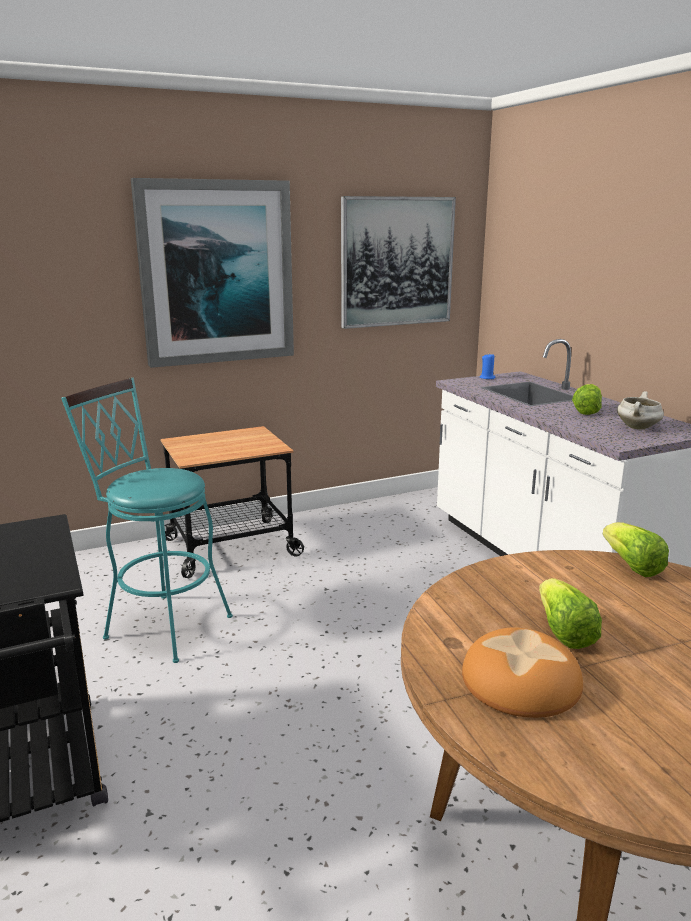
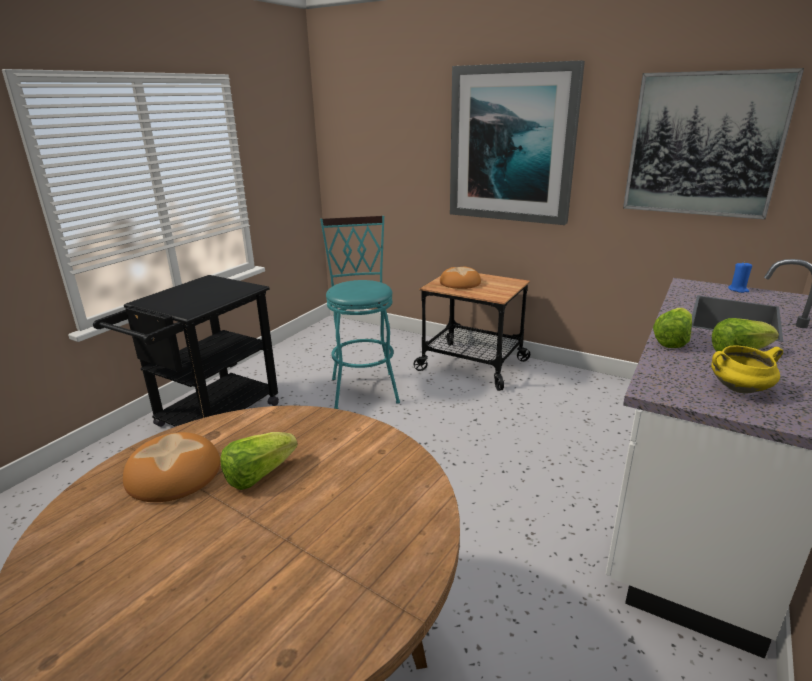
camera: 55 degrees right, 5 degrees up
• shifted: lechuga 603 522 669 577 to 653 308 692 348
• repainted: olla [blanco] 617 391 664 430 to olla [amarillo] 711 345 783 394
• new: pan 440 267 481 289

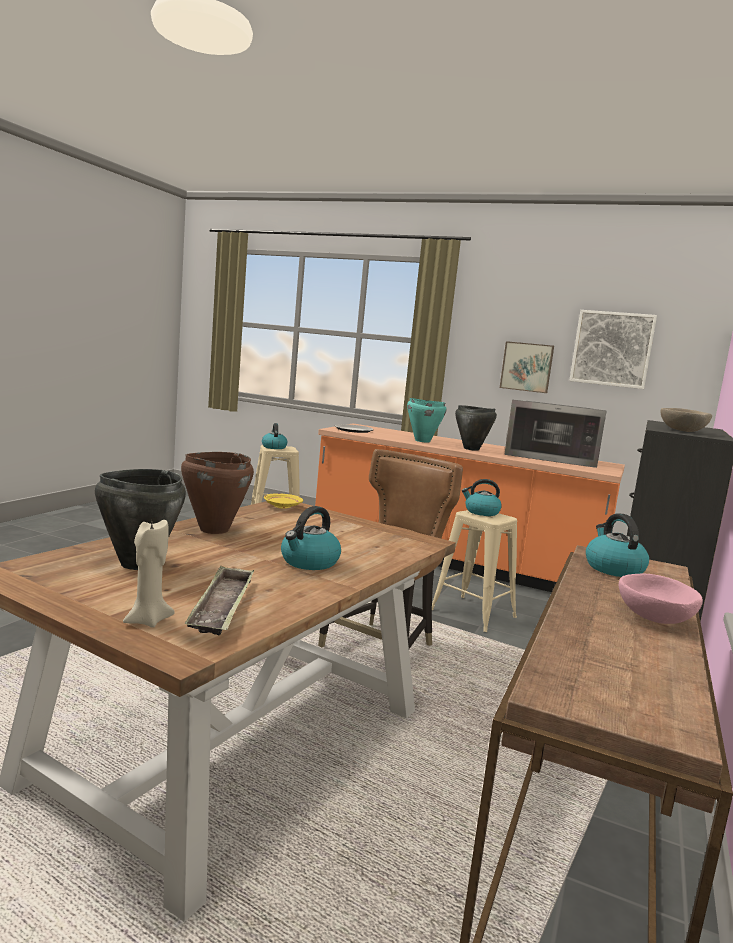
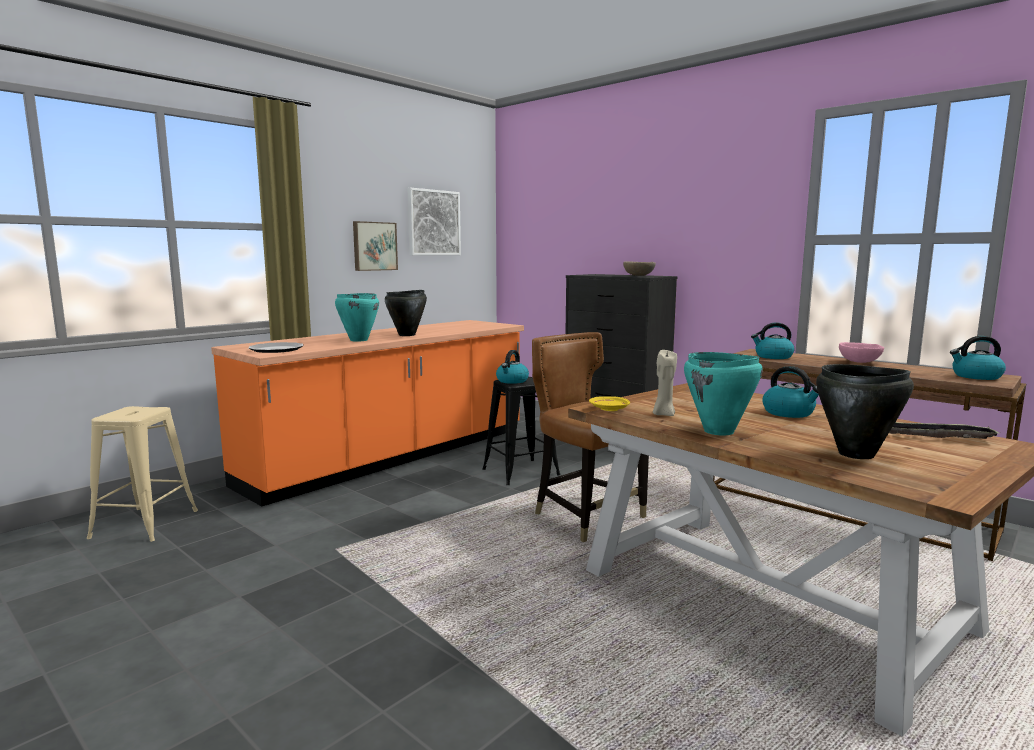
camera: 70 degrees left, 0 degrees up
• shifted: vela [beis] 123 520 175 628 to 653 350 677 416
• repainted: olla [marrón] 181 452 254 534 to olla [turquesa] 684 352 763 436
• shifted: hervidor 262 423 287 449 to 950 336 1006 380
• repainted: taburete [beis] 432 510 517 632 to taburete [negro] 482 377 561 485
• gone: microondas 504 399 607 468

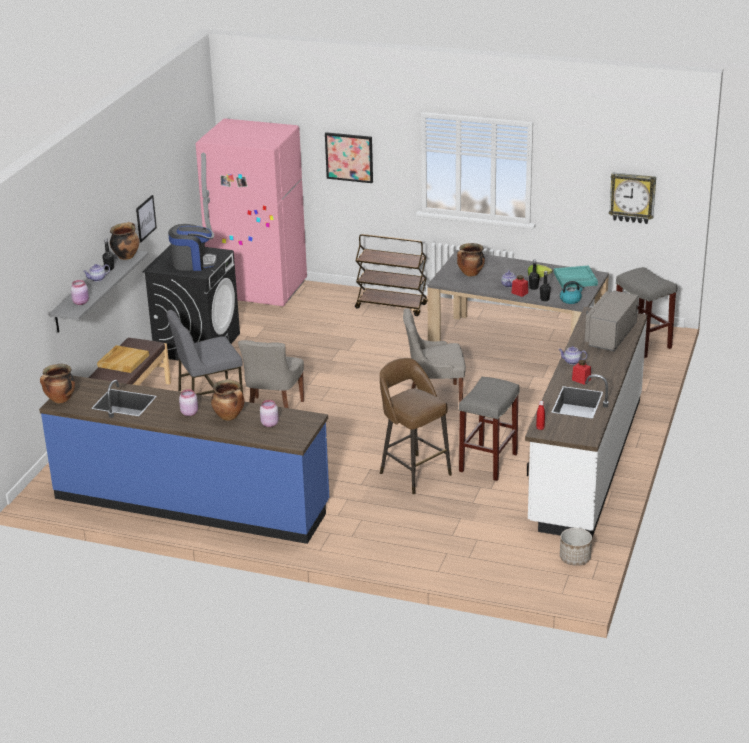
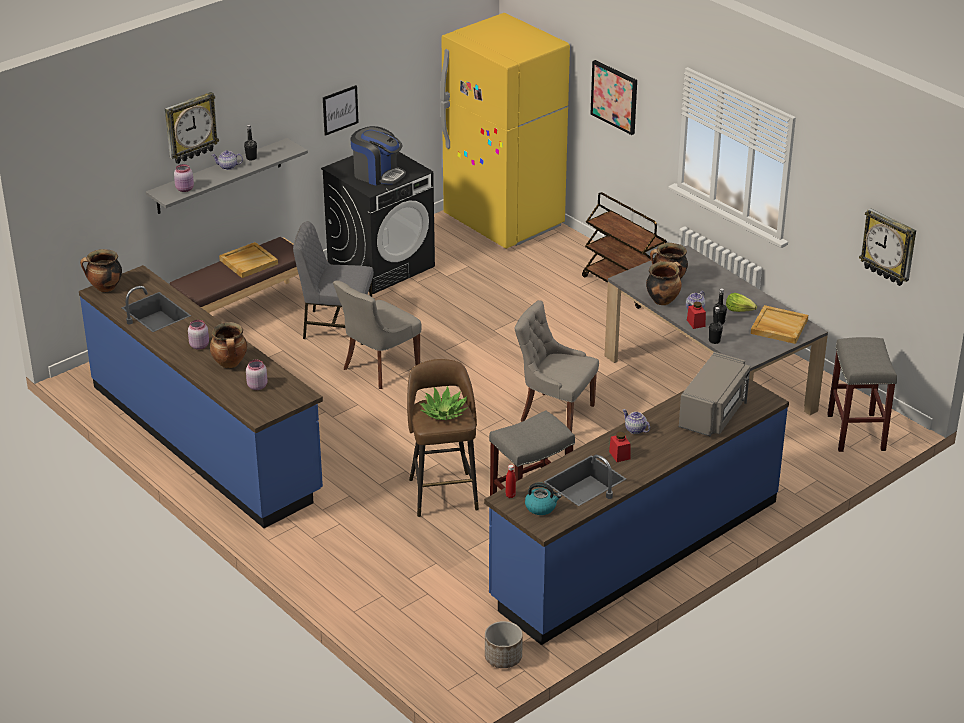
camera: 30 degrees right, 5 degrees up
• shifted: olla 110 222 139 260 to 646 261 683 305
• repainted: nevera [rosa] 196 119 307 306 to nevera [amarillo] 440 13 570 249
• repainted: mueble bajo de cocina [blanco] 525 307 647 538 to mueble bajo de cocina [azul] 484 379 789 645
• repainted: bandeja [turquesa] 554 265 598 288 to bandeja [beis] 751 305 808 344
• shifted: hervidor 560 281 584 304 to 525 482 561 515
• rotated: microondas [gris] 585 290 638 351 = 679 352 750 436 150 degrees clockwise
• new: reloj de pared 165 92 219 164
• new: planta en maceta 419 386 468 420

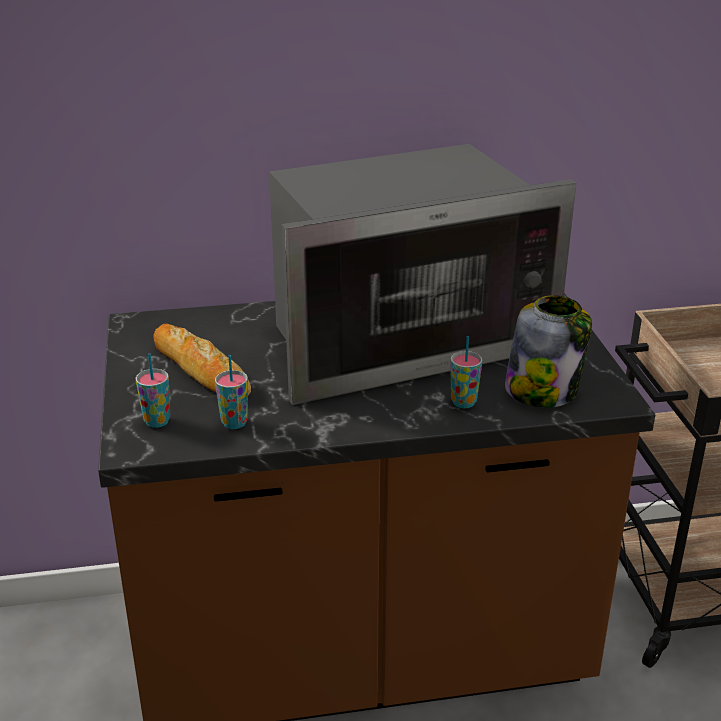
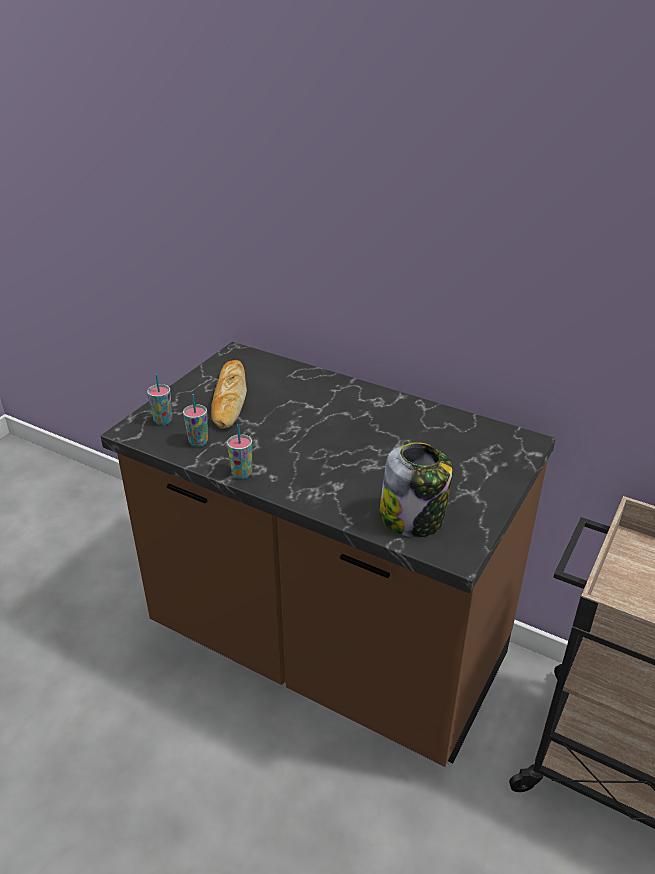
camera: 40 degrees right, 5 degrees up
• gone: microondas 269 144 576 405
• shifted: taza 450 336 482 408 to 227 424 252 479

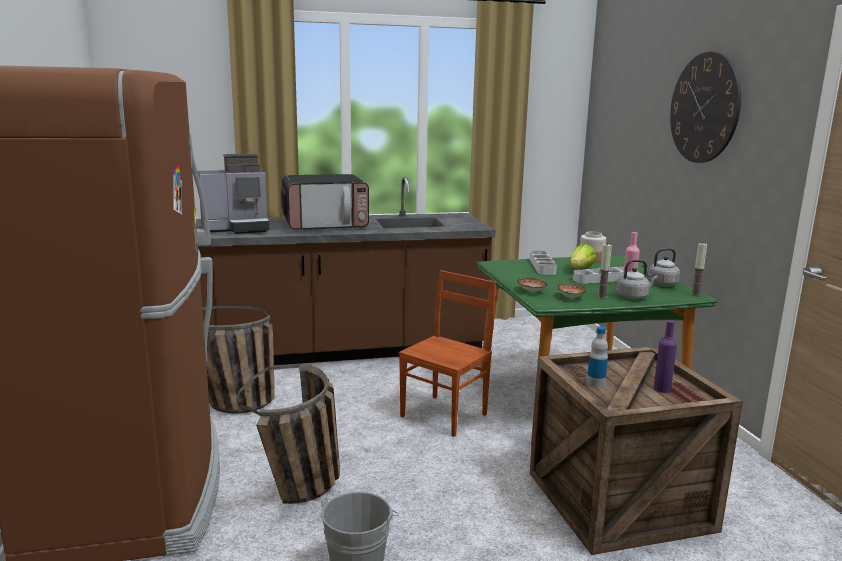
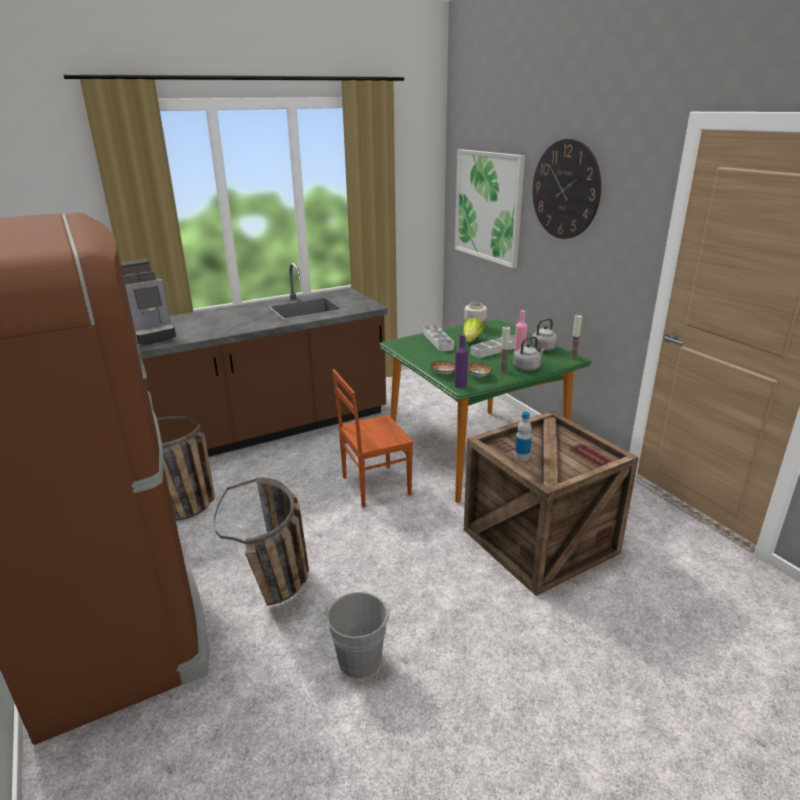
camera: 15 degrees left, 10 degrees up
• gone: microondas 281 174 369 230
• rotated: silla [marrón] 399 270 496 437 = 332 369 413 508 135 degrees counterclockwise
• shifted: botella [morado] 654 320 677 393 to 454 334 468 388
• new: cuadro 455 149 525 268

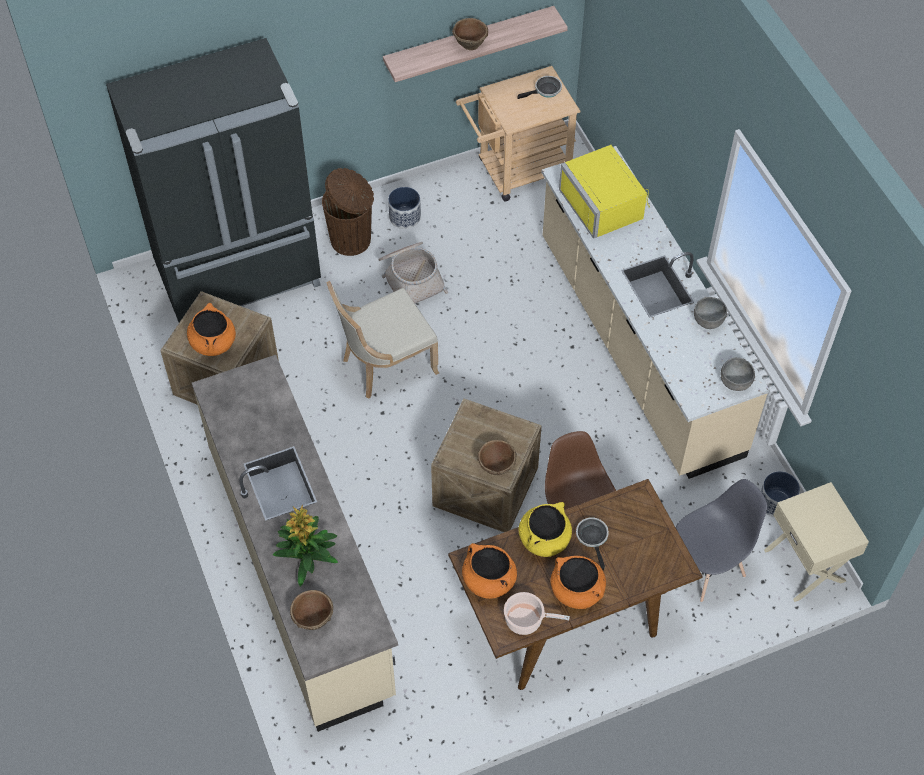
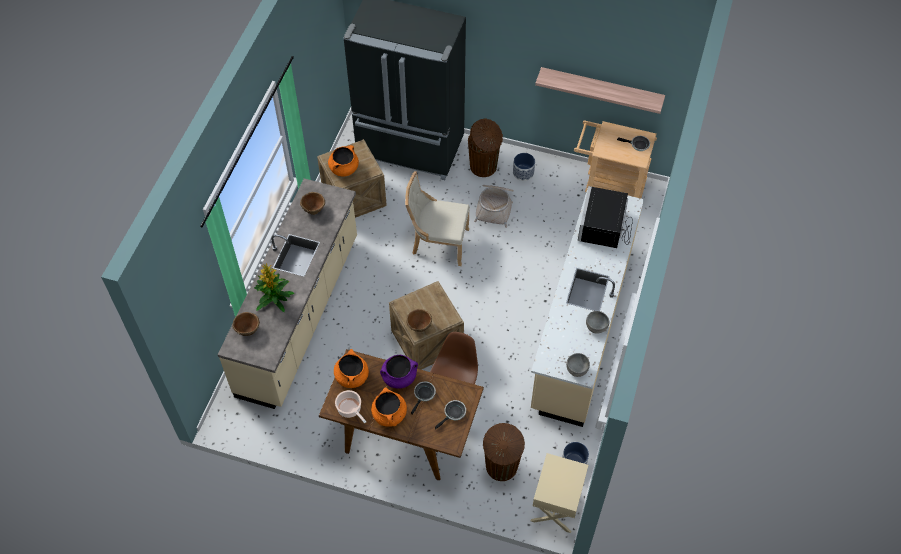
camera: 40 degrees right, 0 degrees up
• shifted: cuenco [marrón] 452 18 488 50 to 300 192 325 215
• repainted: olla [amarillo] 519 502 572 557 to olla [morado] 380 355 418 389
• repainted: microondas [amarillo] 559 145 650 239 to microondas [negro] 578 186 633 248
• swapped: silla [gris] 676 479 767 602 to papelera [marrón] 483 423 525 481
• new: sartén 435 400 466 430

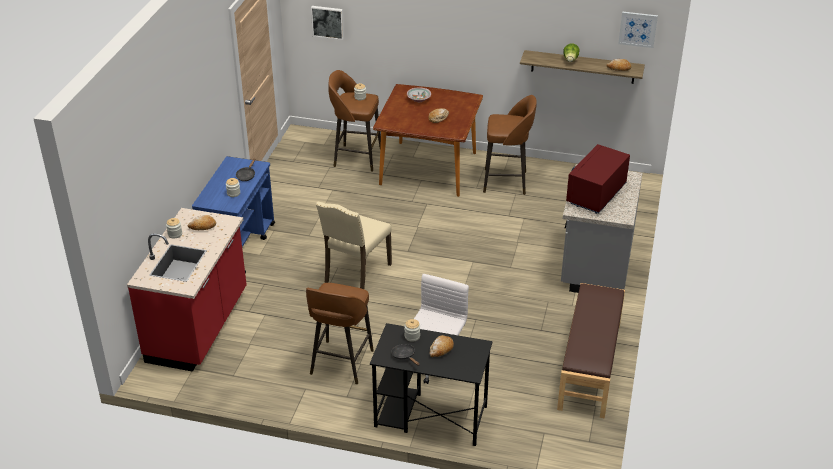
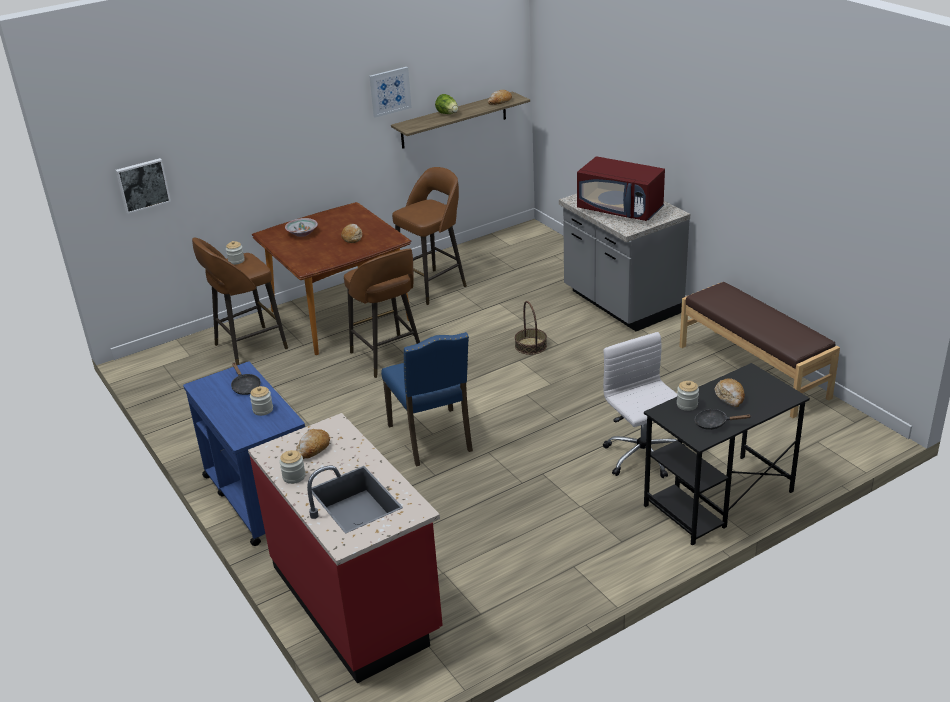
camera: 45 degrees left, 5 degrees down
• shifted: taburete [marrón] 306 283 374 384 to 344 249 420 378
• repainted: silla [beis] 316 201 392 289 to silla [azul] 381 332 473 467
• rotated: microondas [rojo] 566 144 630 214 = 577 156 665 221 45 degrees counterclockwise
• shifted: cuadro 618 11 658 48 to 369 67 412 118
• new: cesta 515 301 547 355

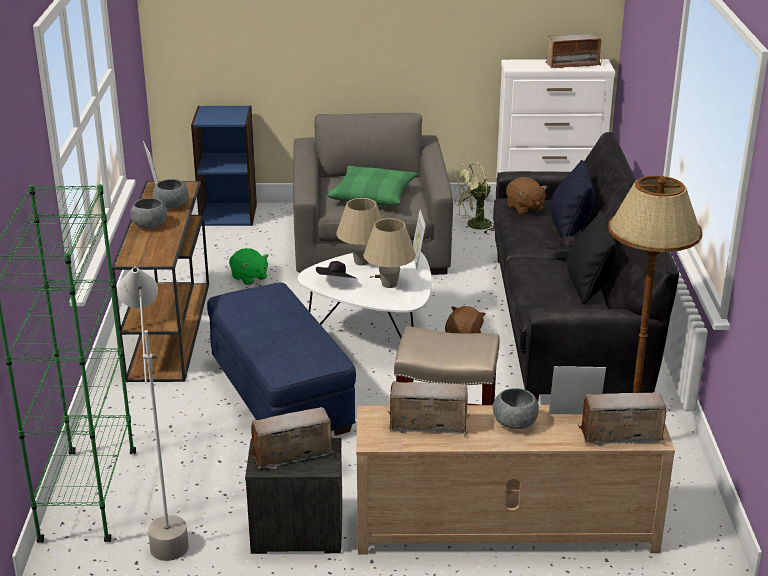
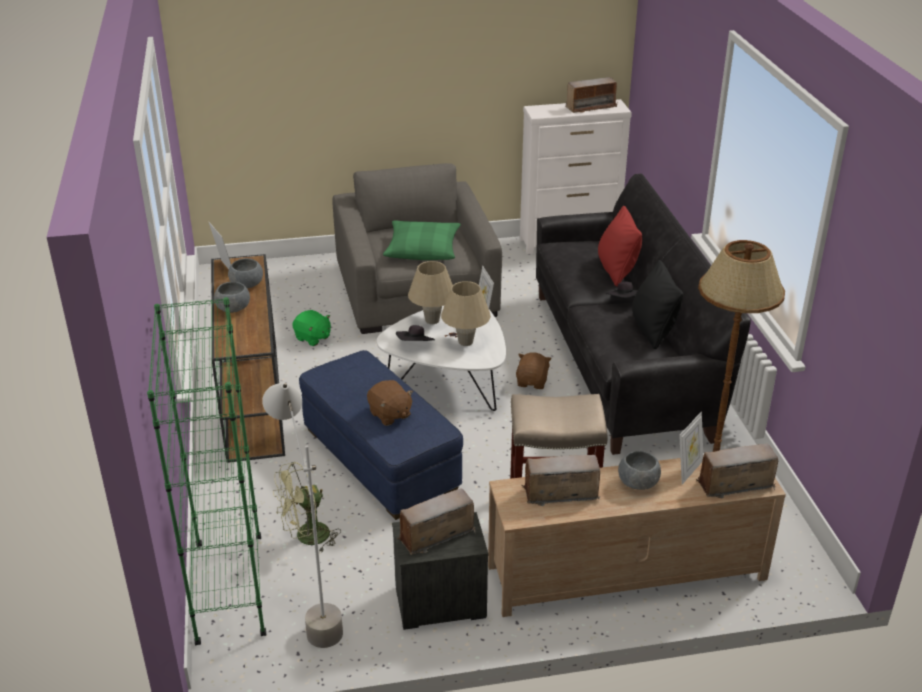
camera: 10 degrees left, 5 degrees up
• gone: estantería [azul] 191 106 257 226
• shifted: ventilador [verde] 453 162 495 233 to 273 462 341 553
• shifted: peluche [marrón] 506 177 547 215 to 367 380 413 426
• rotated: portarretratos 549 366 606 415 = 679 412 703 484 135 degrees clockwise
• repainted: cojín [negro] 550 160 595 238 to cojín [rojo] 598 206 642 286

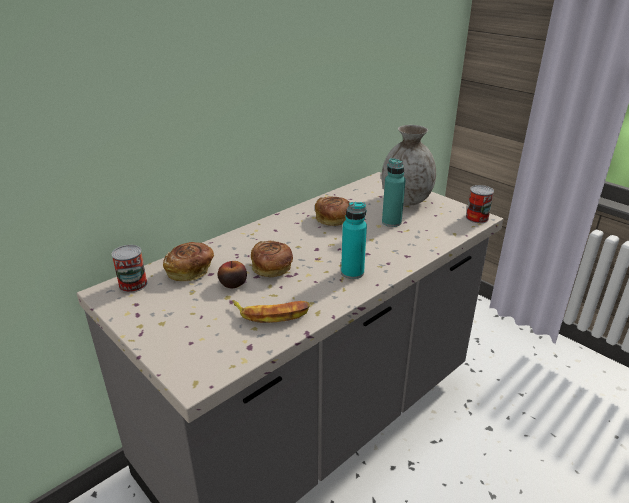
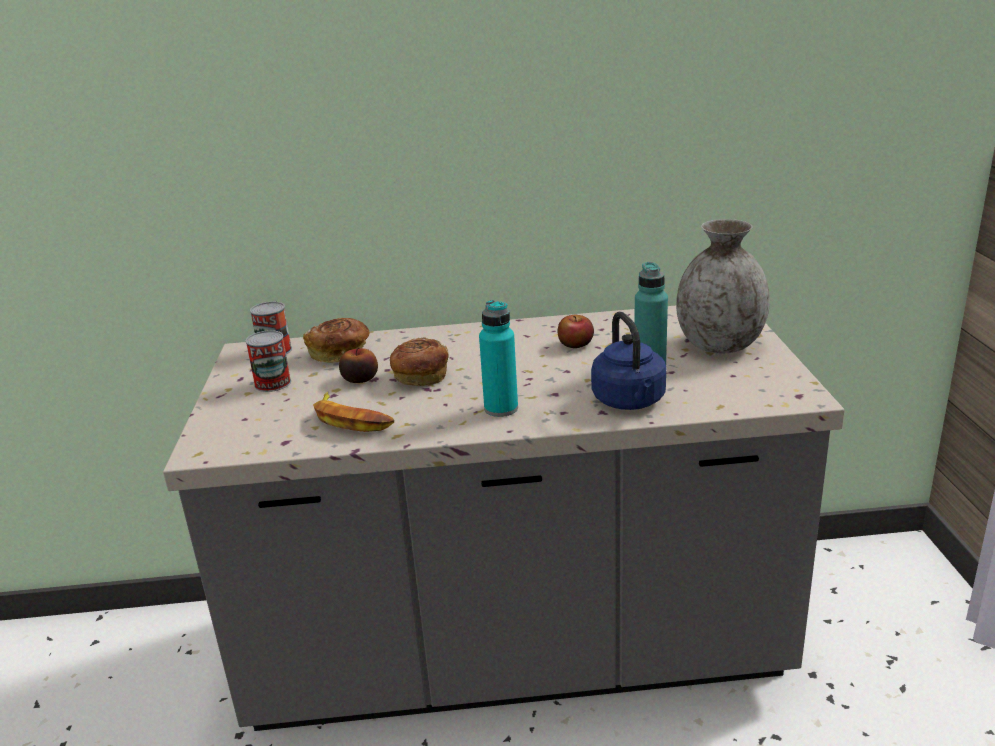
camera: 40 degrees right, 5 degrees down
• swapped: pan 315 196 350 226 to manzana 558 315 594 348
• shifted: lata 466 185 494 223 to 245 330 291 392
• new: hervidor [azul] 591 312 666 410

